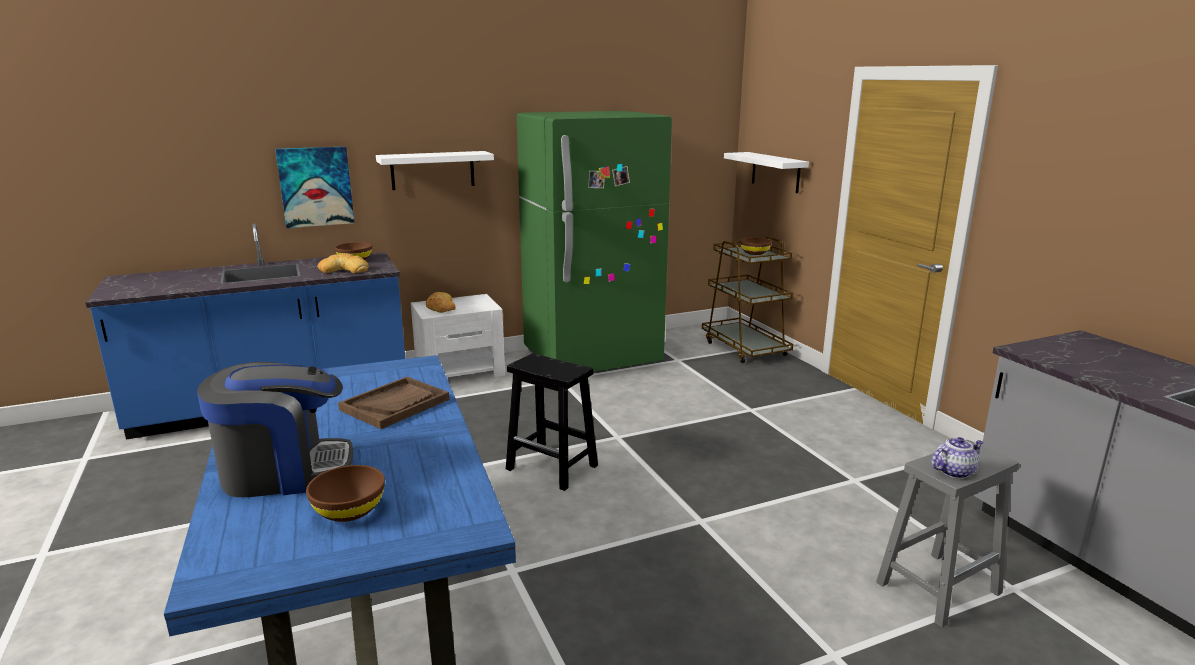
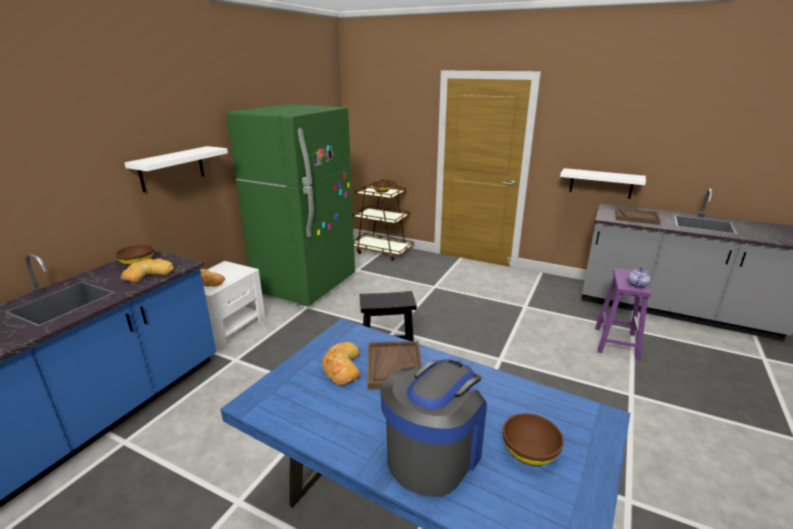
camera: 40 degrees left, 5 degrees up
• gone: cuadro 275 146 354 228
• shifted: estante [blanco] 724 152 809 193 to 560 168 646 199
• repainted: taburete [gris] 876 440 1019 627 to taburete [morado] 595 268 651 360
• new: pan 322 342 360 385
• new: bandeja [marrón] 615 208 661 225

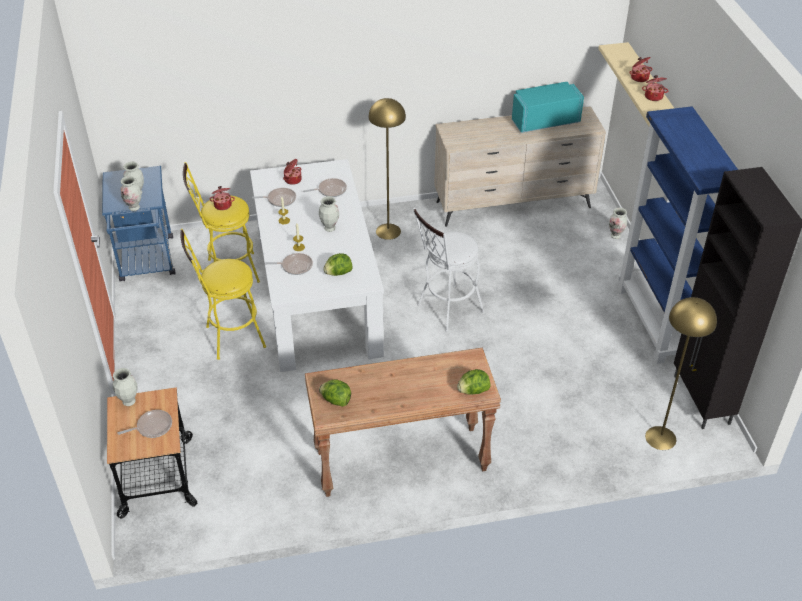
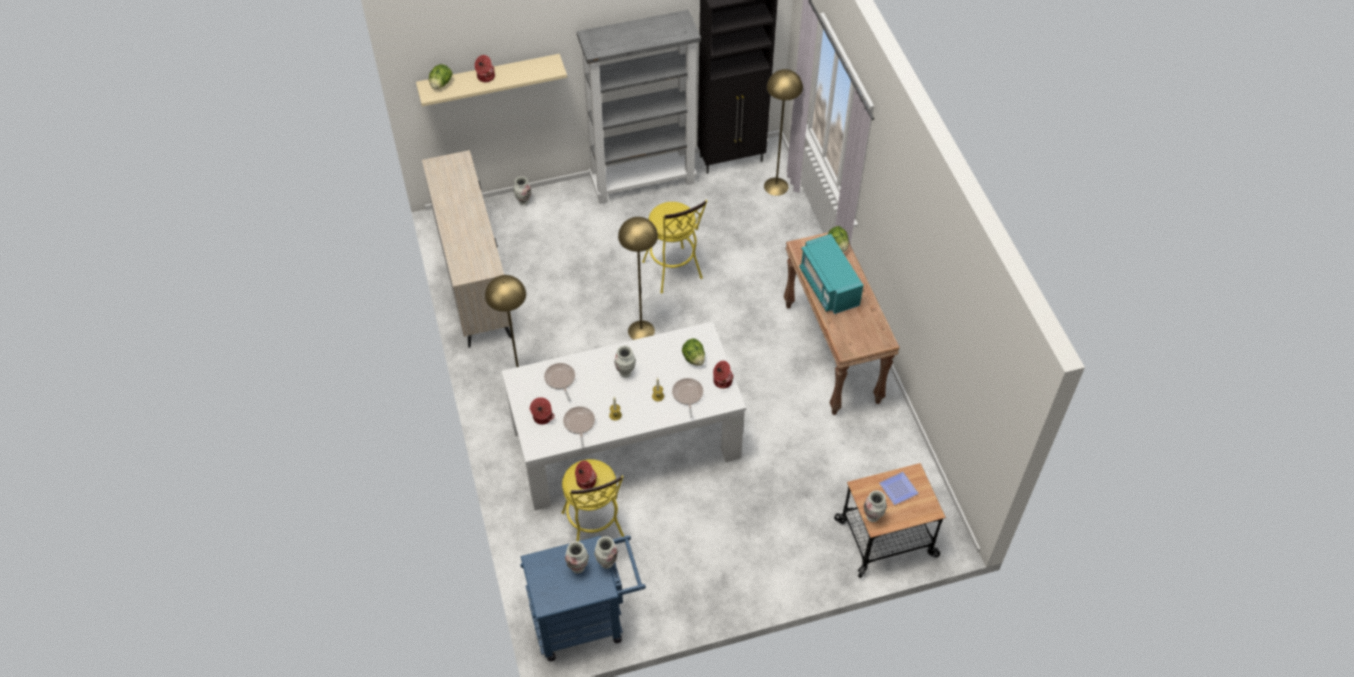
camera: 95 degrees left, 10 degrees up
• swapped: sartén 118 410 172 438 to plato 879 472 919 505
• shifted: taburete [amarillo] 180 229 266 360 to 642 200 707 294
• shifted: lechuga 319 379 351 407 to 429 64 452 89
• swapped: taburete [blanco] 413 208 484 332 to lámpara de pie [amarillo] 618 217 658 340
• shifted: microondas [turquesa] 512 82 584 133 to 799 234 863 314
• repainted: estantería [azul] 618 106 738 364 to estantería [gris] 577 10 701 204
• shifted: olla 642 75 669 101 to 713 361 733 389

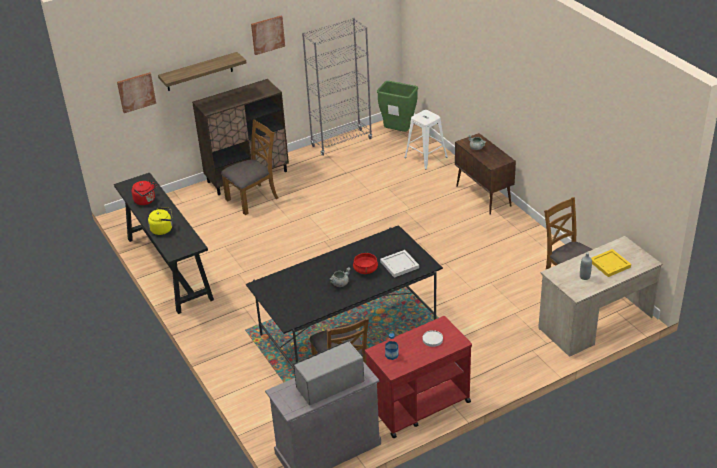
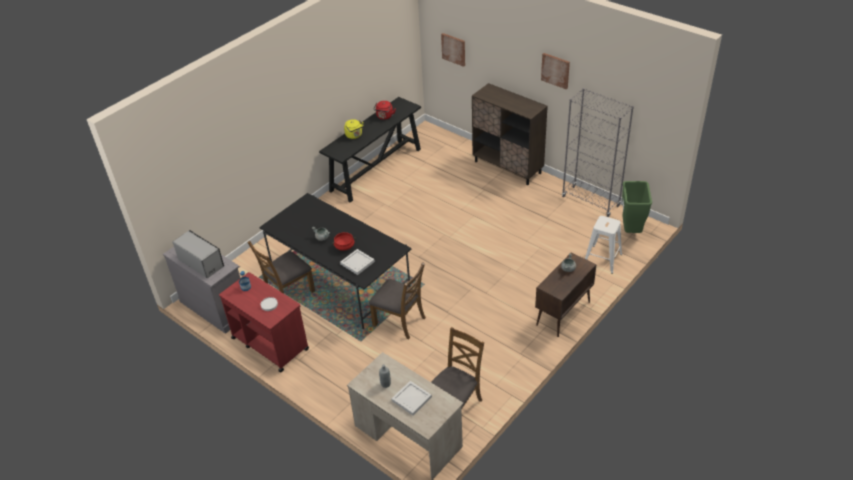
camera: 70 degrees right, 5 degrees up
• gone: estante 158 52 246 91
• shifted: silla [marrón] 221 120 278 215 to 369 262 426 339
• repainted: bandeja [amarillo] 591 249 631 277 to bandeja [blanco] 391 381 432 415

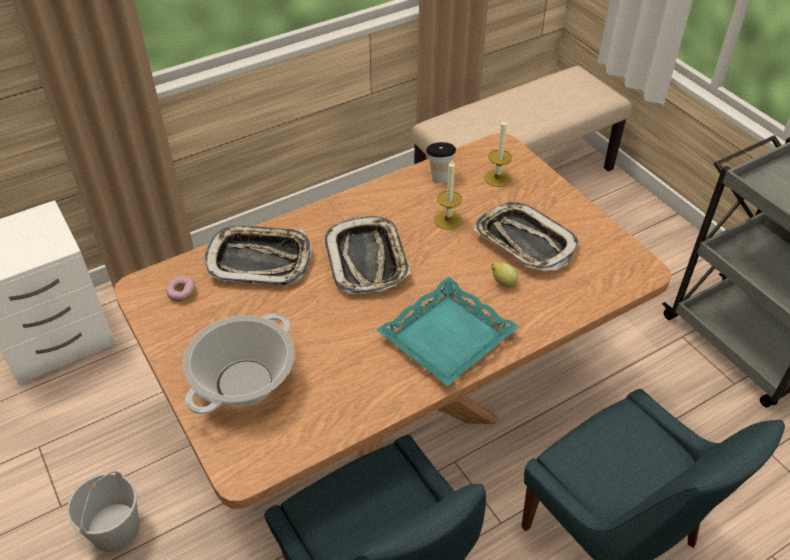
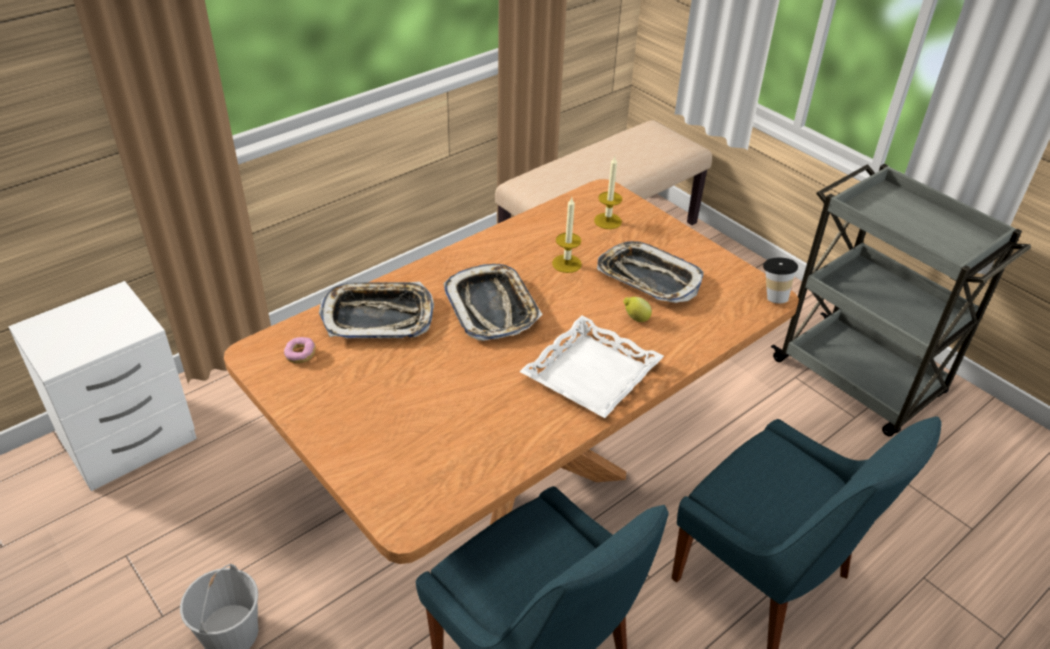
camera: 10 degrees left, 5 degrees down
• gone: olla 183 313 295 414
• repainted: bandeja [turquesa] 377 277 520 386 to bandeja [blanco] 519 316 664 418
• shifted: taza 426 142 456 183 to 763 258 798 303

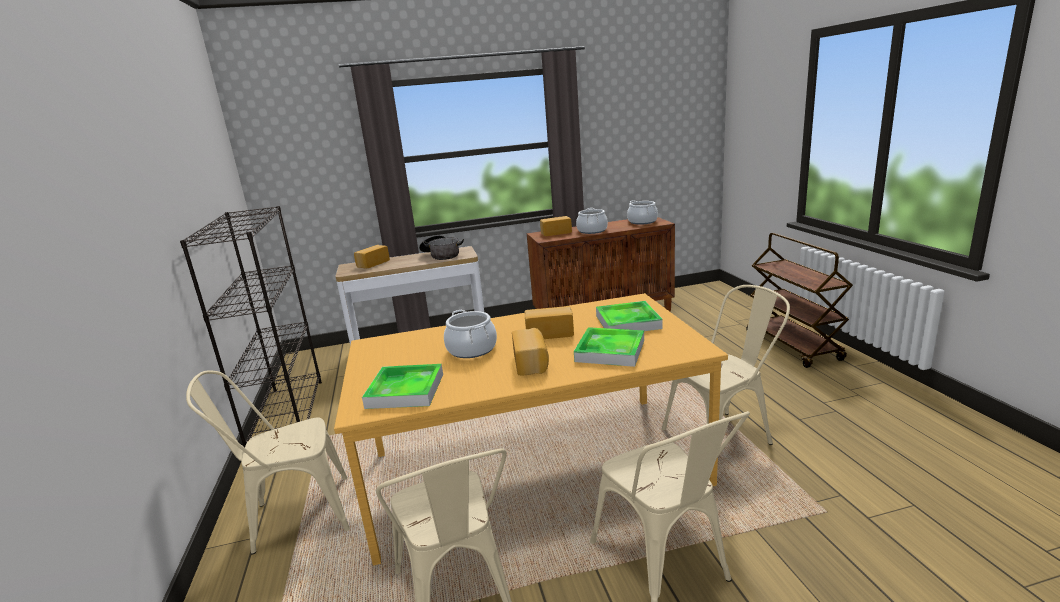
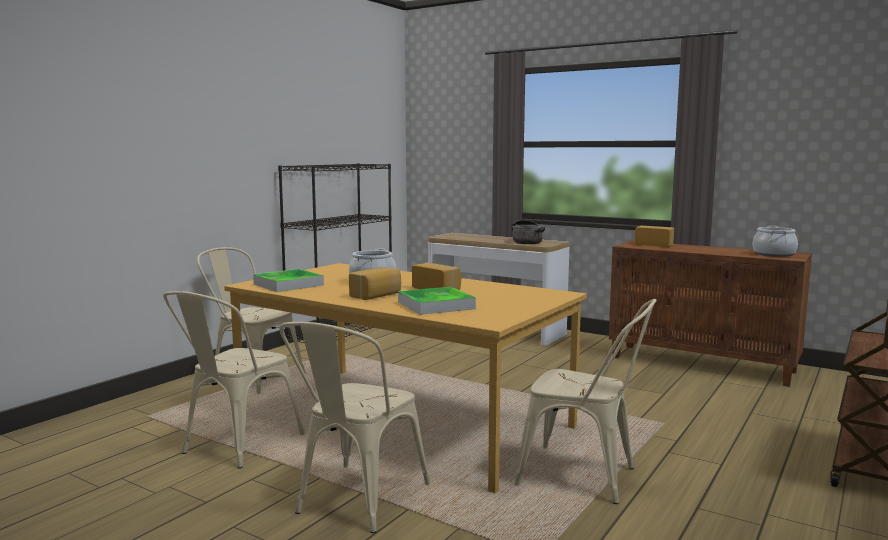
camera: 45 degrees right, 10 degrees down
• gone: pan 354 245 390 268
• gone: olla 576 208 608 234
• gone: bandeja 596 301 662 331

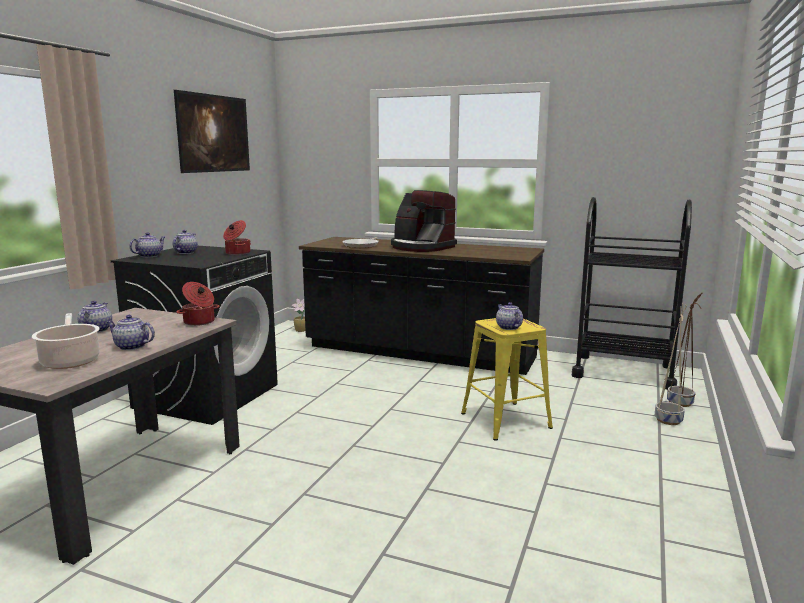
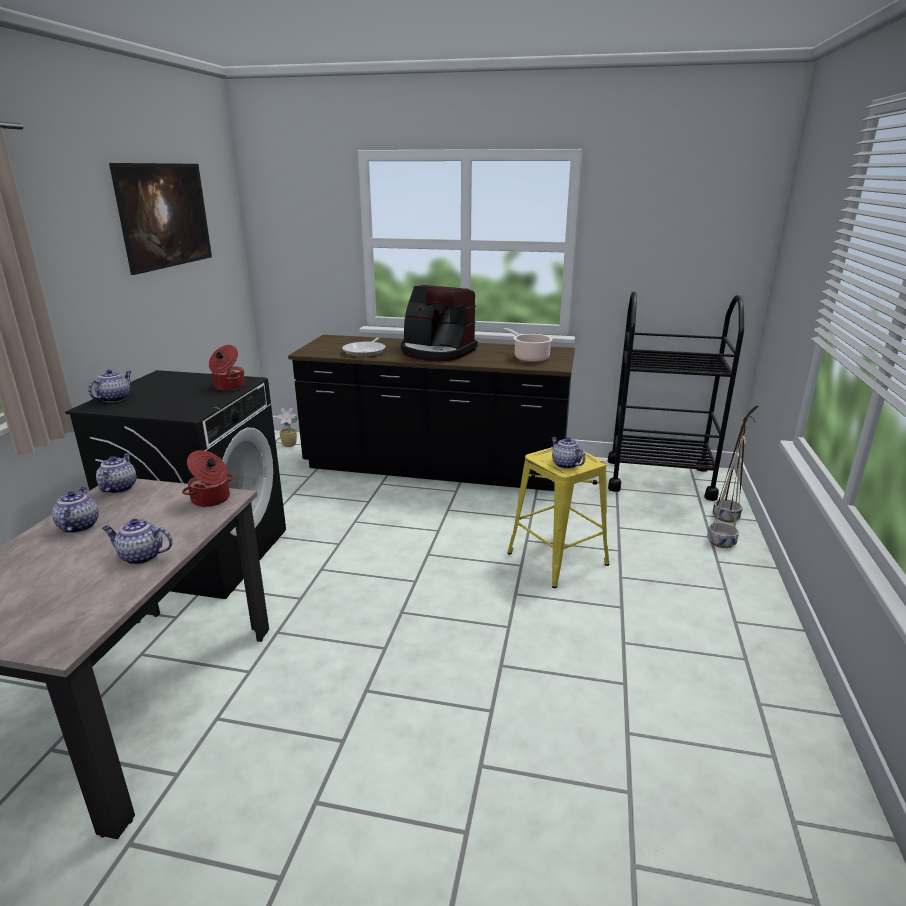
camera: 10 degrees left, 10 degrees up
• shifted: olla 32 313 100 369 to 503 328 553 362
• shifted: tetera 173 230 198 254 to 96 453 136 494

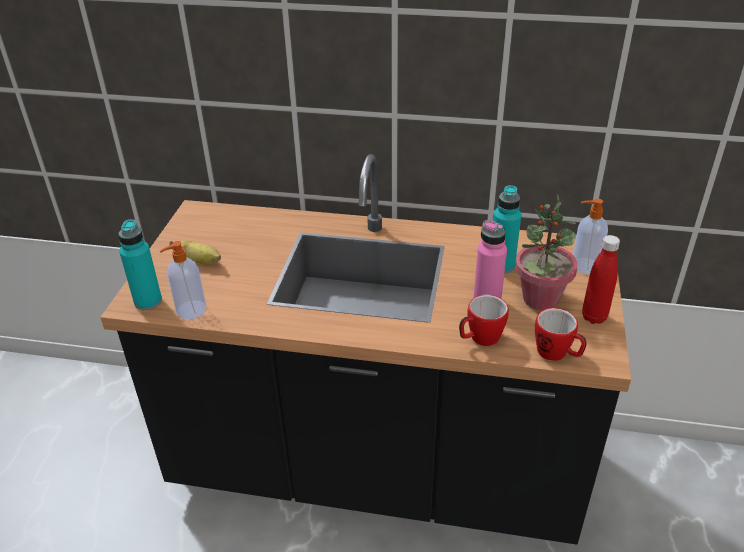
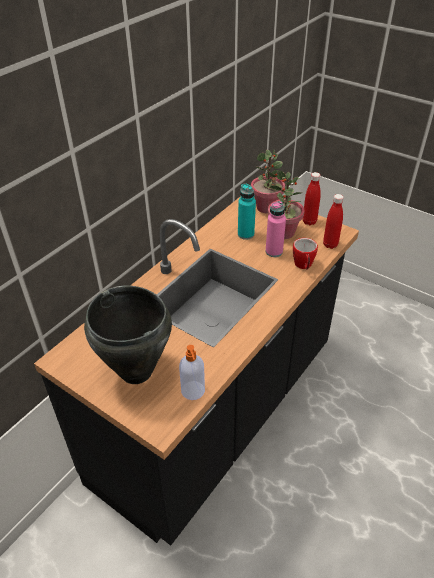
camera: 65 degrees left, 5 degrees up
• gone: botella [turquesa] 118 219 162 310
• swapped: plátano 169 241 221 265 to olla [negro] 84 285 172 384
• swapped: taza grande 535 308 586 361 to botella [rojo] 323 194 344 249
• swapped: dispensador de jabón 573 199 608 274 to planta en maceta 251 150 285 214

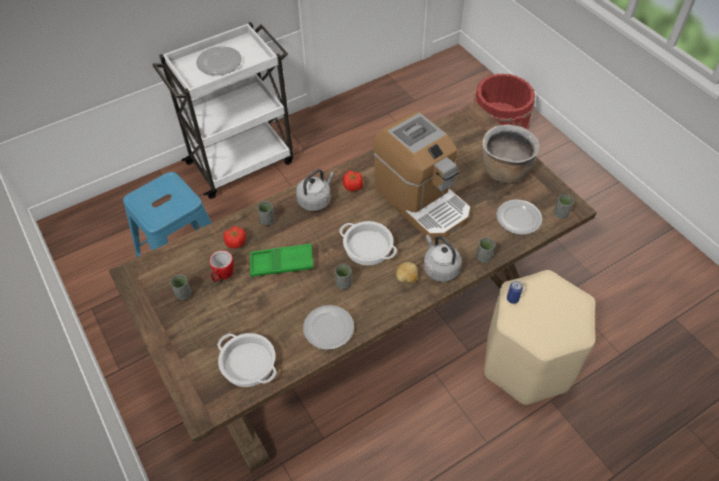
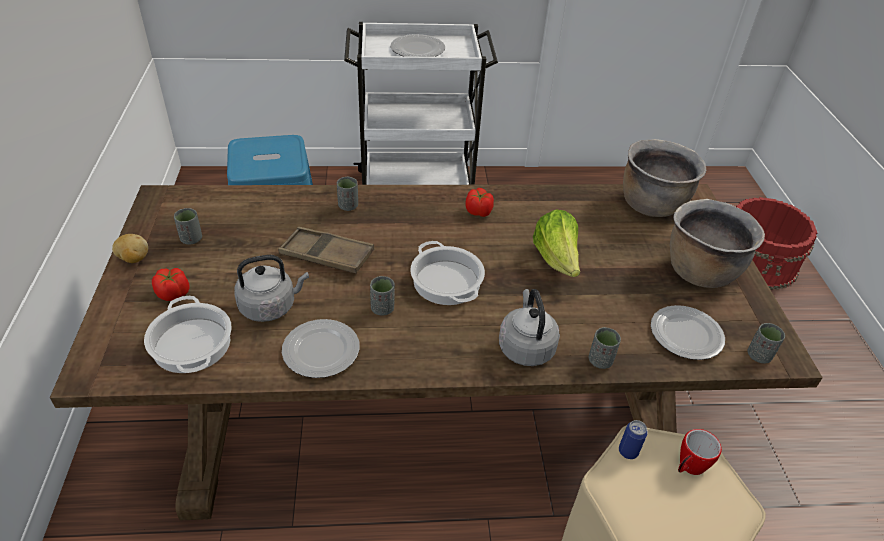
camera: 25 degrees right, 10 degrees down
• shifted: taza grande 210 250 234 282 to 678 429 722 475
• shifted: tomate 223 226 246 248 to 152 268 190 301
• repainted: bandeja [verde] 250 244 313 277 to bandeja [marrón] 278 227 374 273
• shifted: hervidor [gris] 296 169 334 211 to 234 255 309 322
• swapped: cafetera 373 111 471 240 to lechuga 533 210 580 277
• shifted: patata 396 262 418 283 to 112 234 148 263
• new: olla [marrón] 623 139 706 217

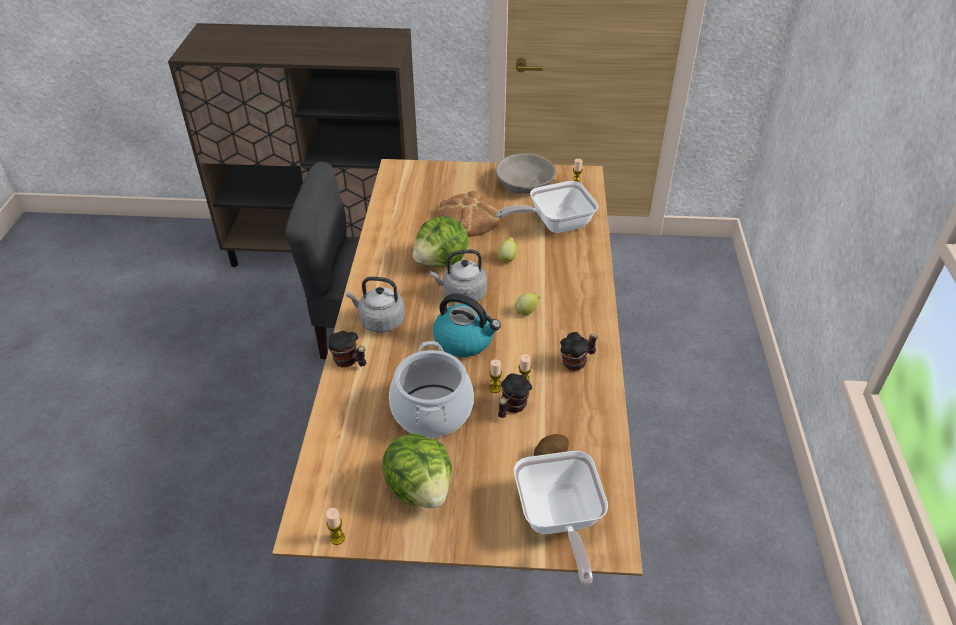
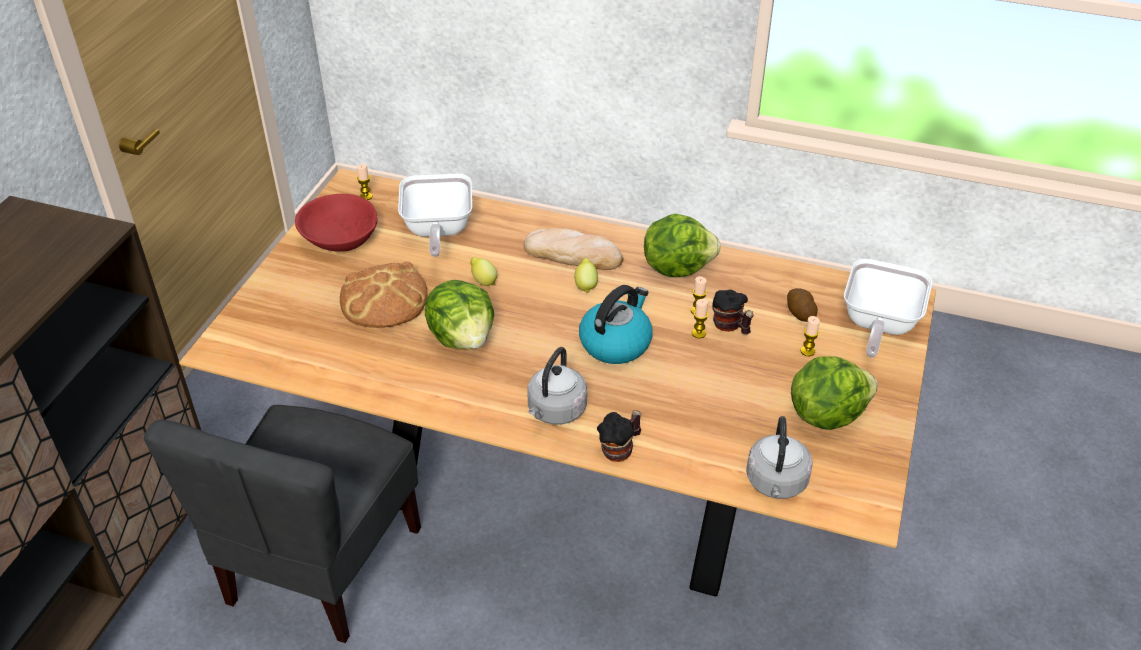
camera: 75 degrees left, 0 degrees up
• shifted: vela 326 508 345 545 to 801 316 820 356
• gone: olla 389 341 474 438
• shifted: hervidor [gris] 430 249 487 304 to 746 416 813 499
• repainted: cuenco [gris] 496 153 556 194 to cuenco [rojo] 295 194 378 252
• rotated: sartén 514 451 608 585 = 844 259 932 358 105 degrees clockwise
• swapped: taza grande 560 332 597 371 to lechuga 644 214 721 277
• new: pan 523 228 623 270

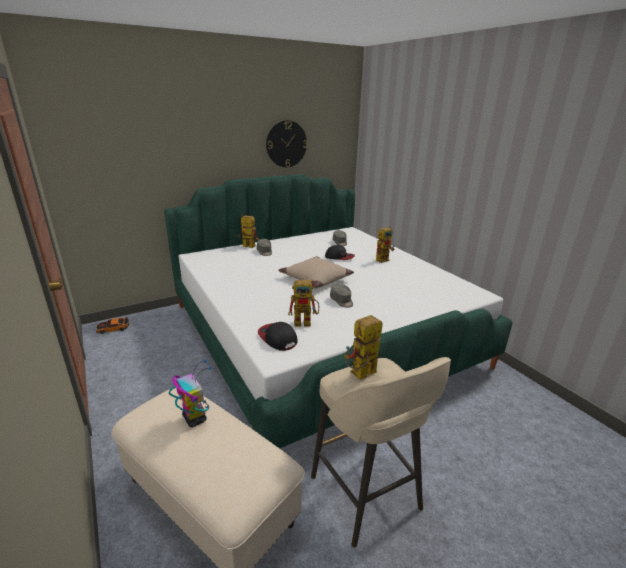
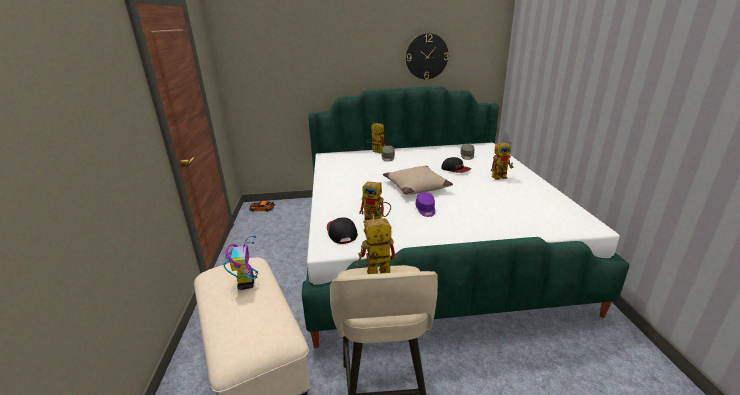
camera: 25 degrees right, 0 degrees up
• repainted: gorra [gris] 330 283 353 308 to gorra [morado] 416 192 435 217

